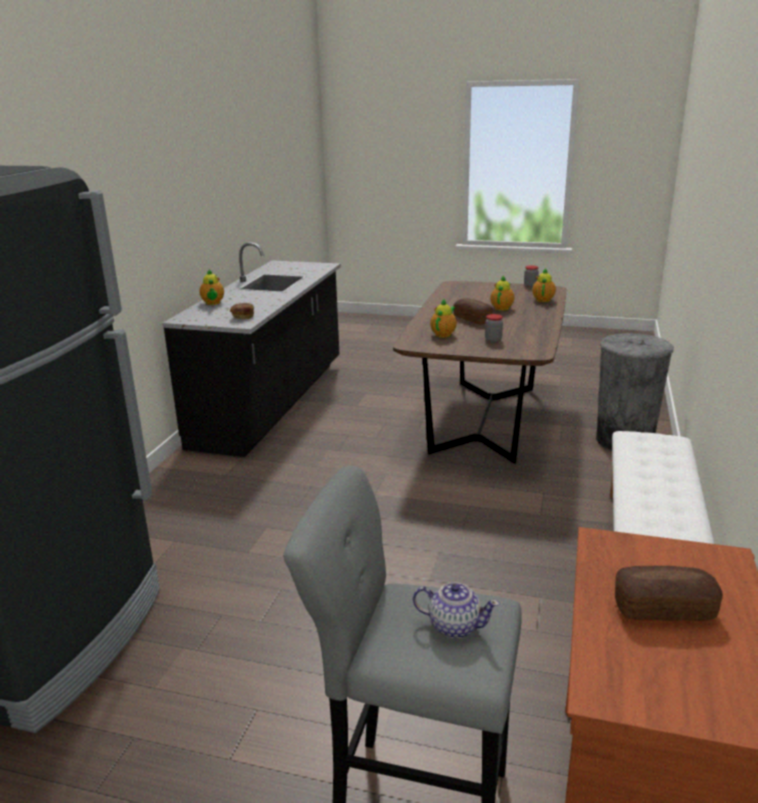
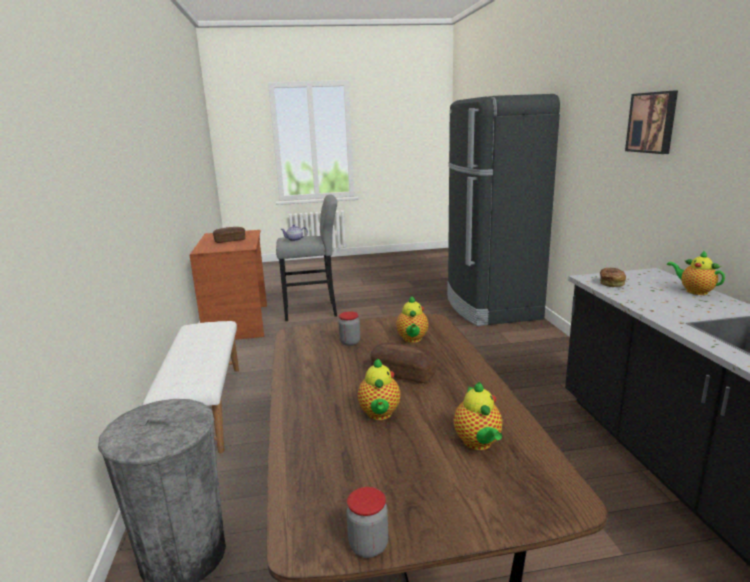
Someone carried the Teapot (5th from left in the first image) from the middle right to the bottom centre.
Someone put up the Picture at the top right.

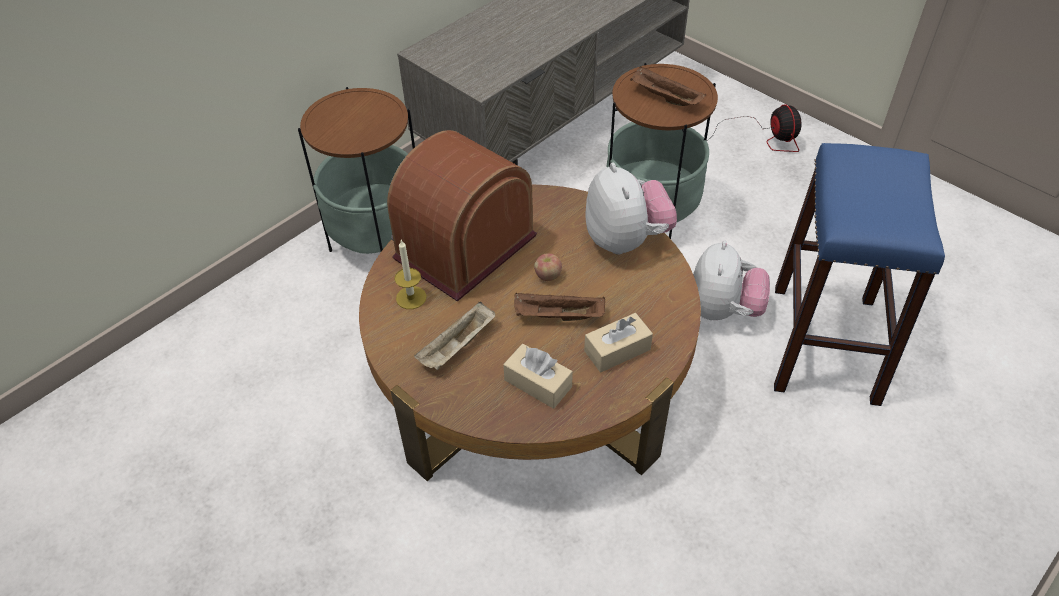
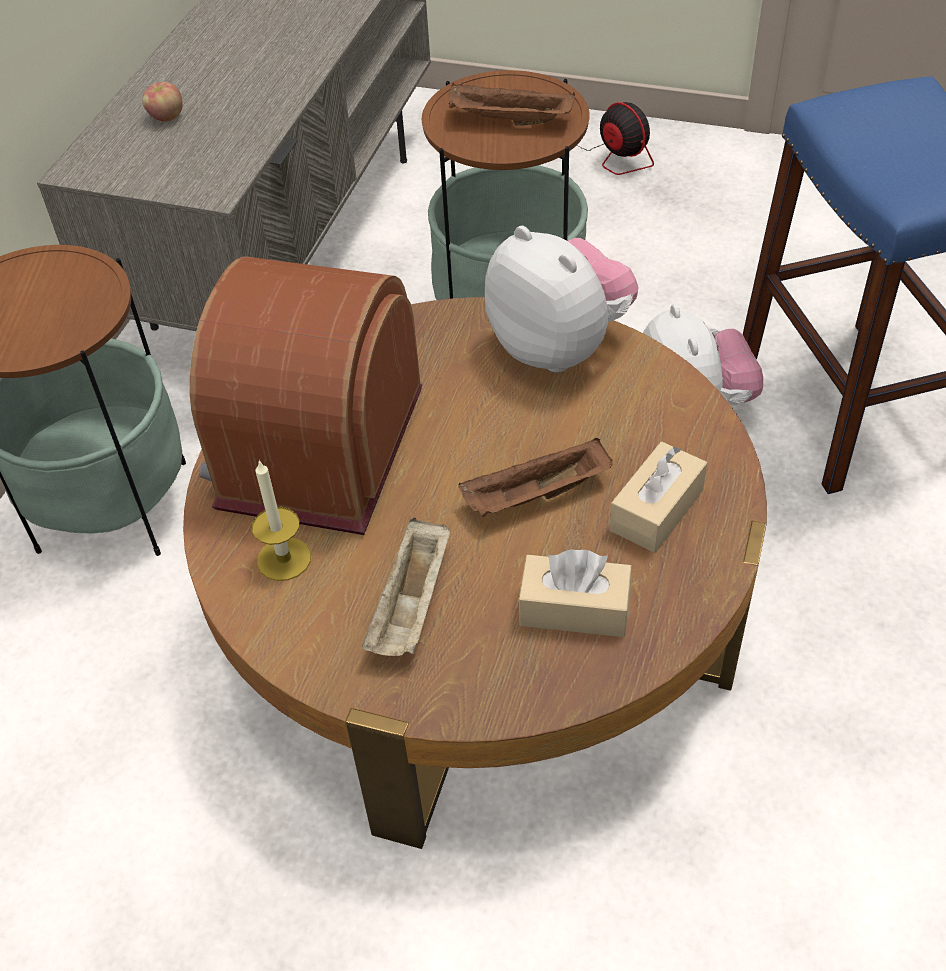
Someone carried the Apple from the centre to the top left.

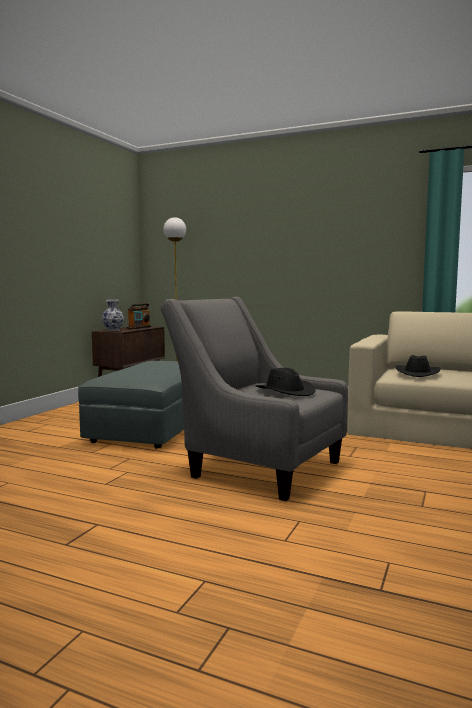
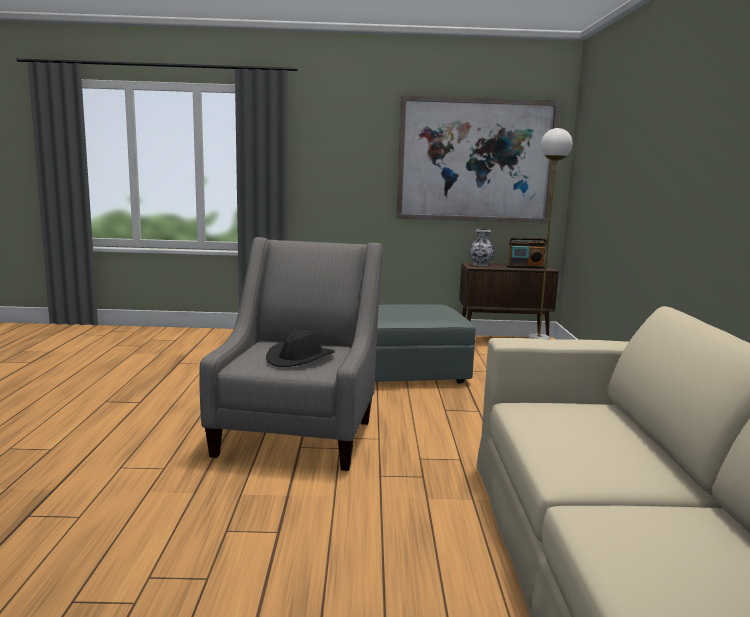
Someone took away the BlackHat (2nd from left) at the middle right.
Someone put up the Picture at the top centre.

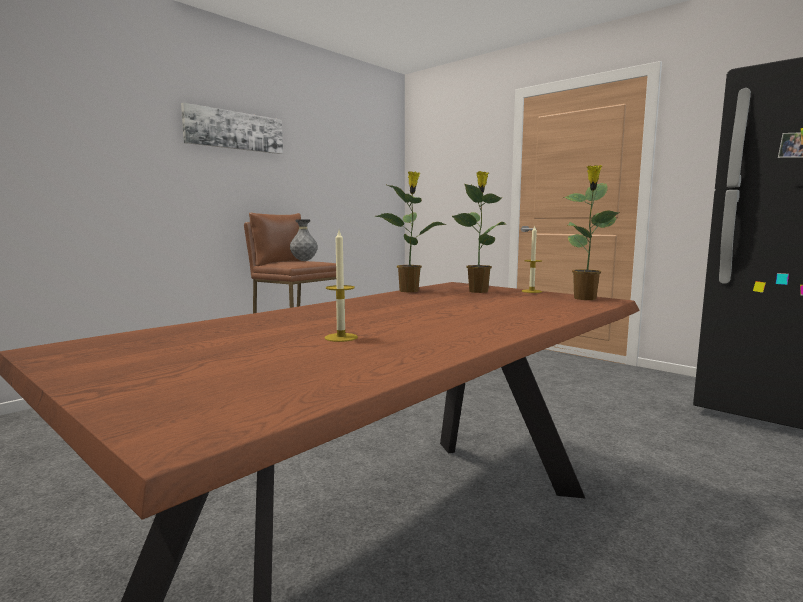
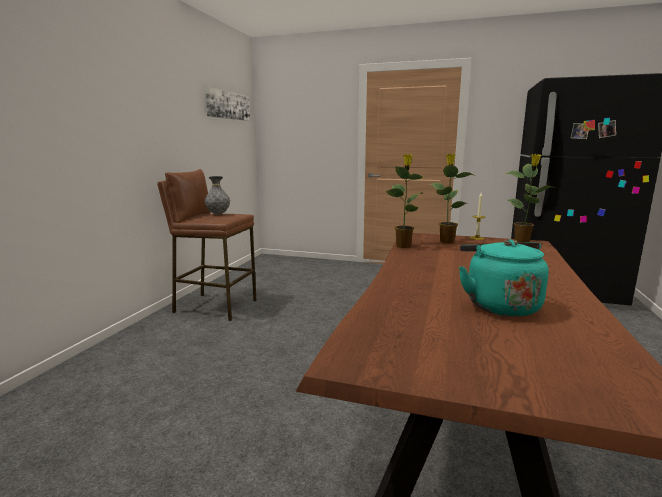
Someone carried the Picture from the top left to the top centre.
Someone swapped the Candle (1st from left) at the centre for the TurquoiseKettle at the middle right.

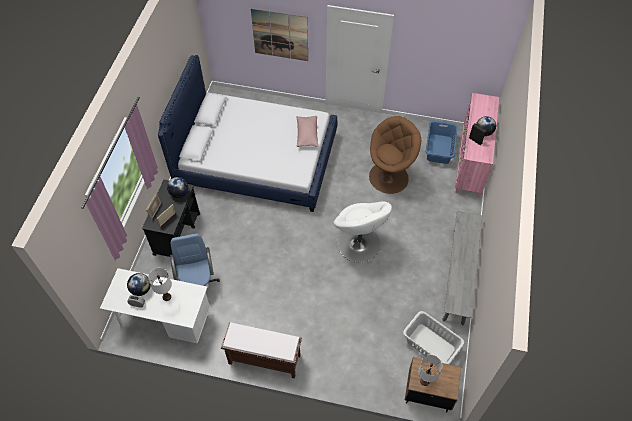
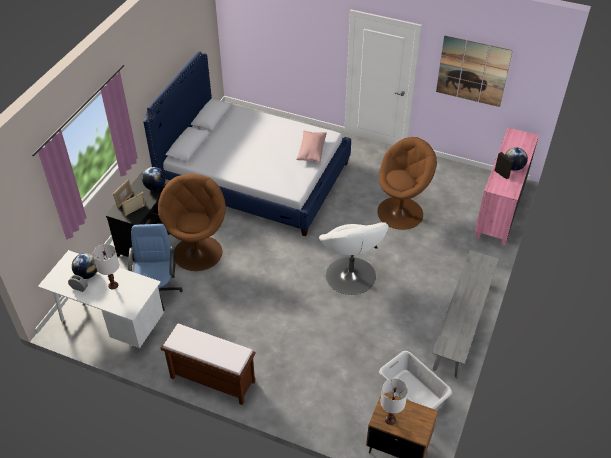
Someone carried the Picture from the top centre to the top right.
Someone took away the BlueLaundryBasket at the middle right.
Someone put down the BrownArmchair (1st from left) at the middle left.

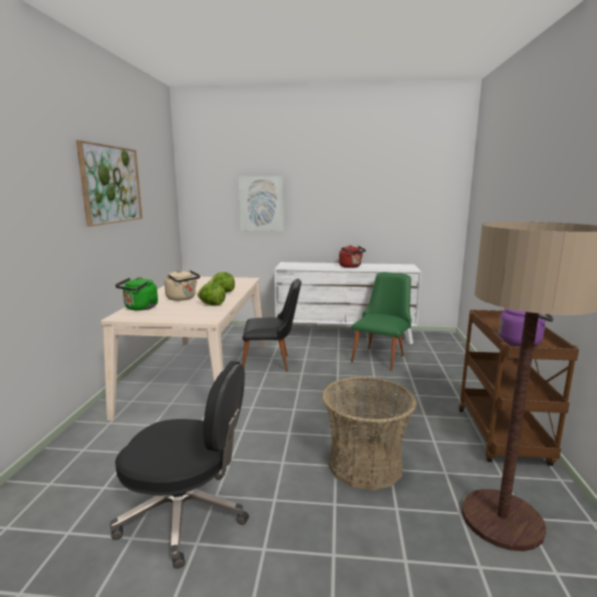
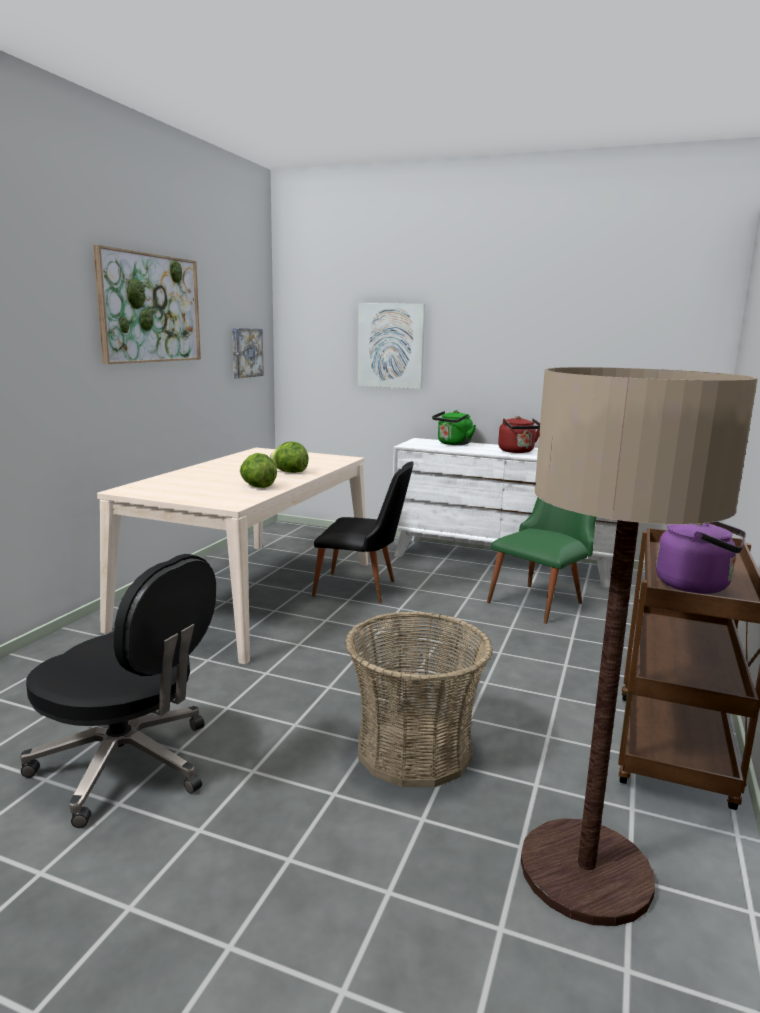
Someone carried the GreenKettle from the middle left to the centre.
Someone took away the BeigeKettle at the middle left.
Someone put up the Picture (2nd from left) at the middle left.

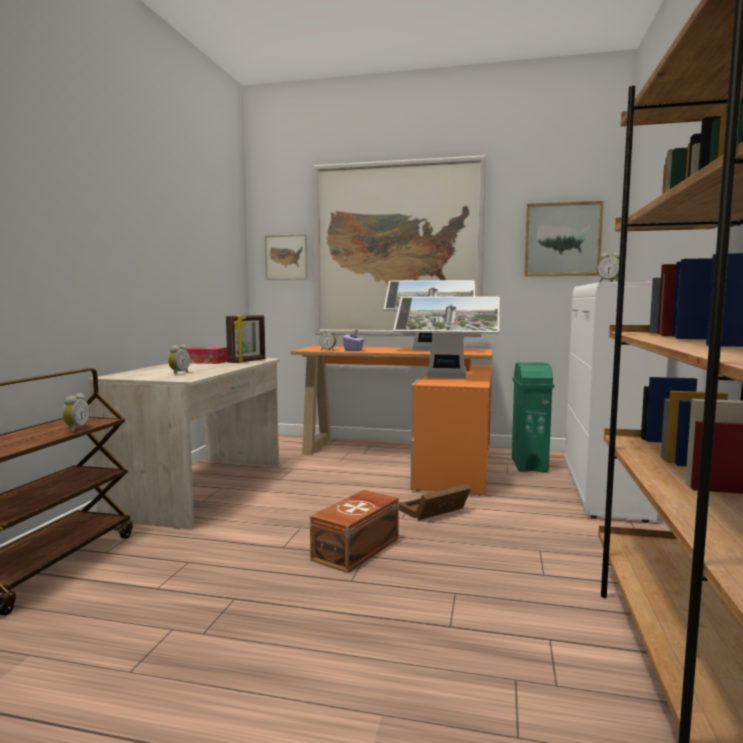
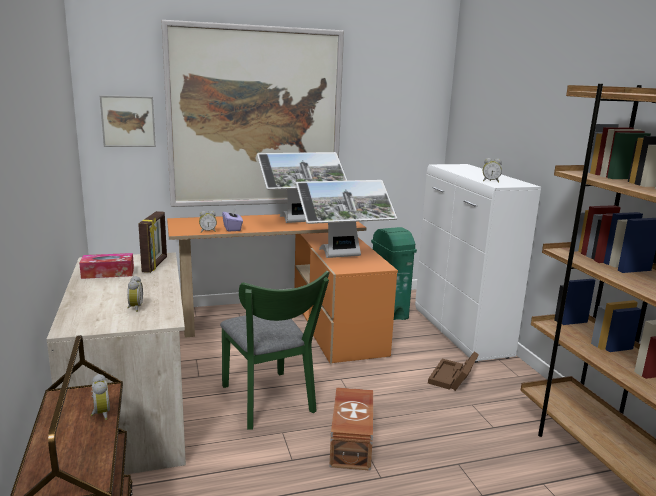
Someone carried the BrownStorageBox (2nd from left) from the bottom centre to the bottom right.
Someone took away the Picture (3rd from left) at the top right.
Someone put down the GreenChair at the bottom centre.

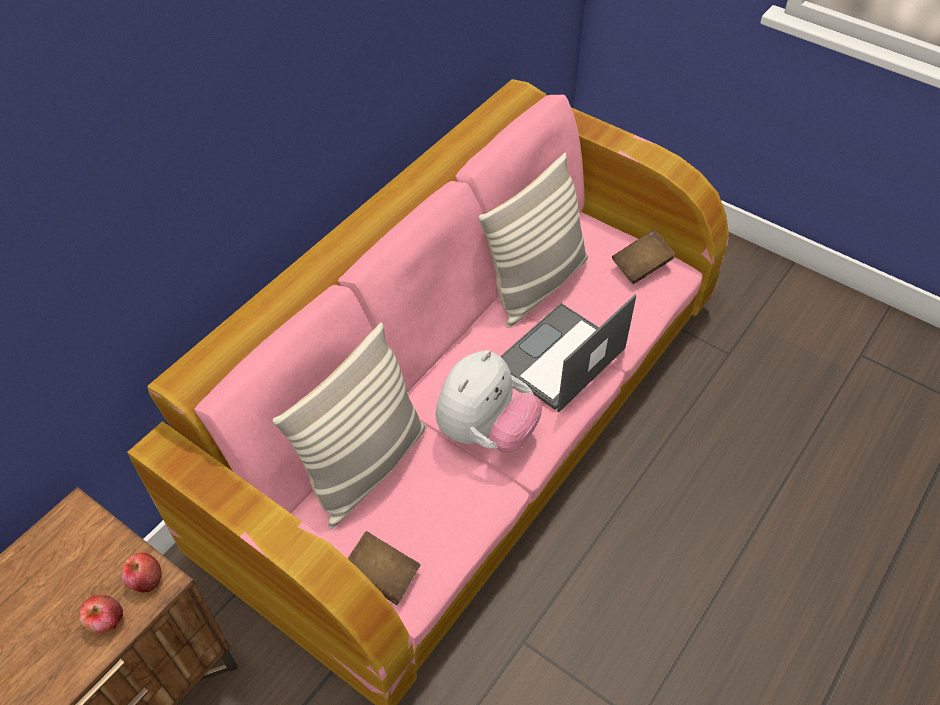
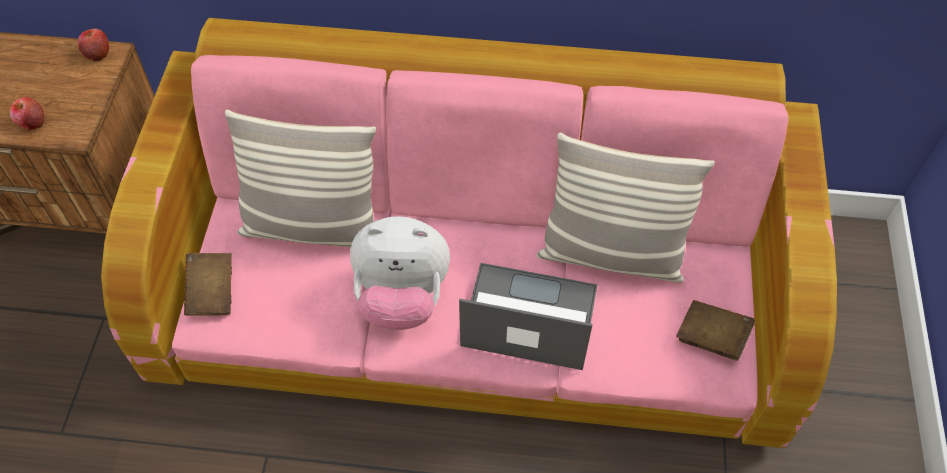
Someone carried the Apple (2nd from left) from the bottom left to the top left.

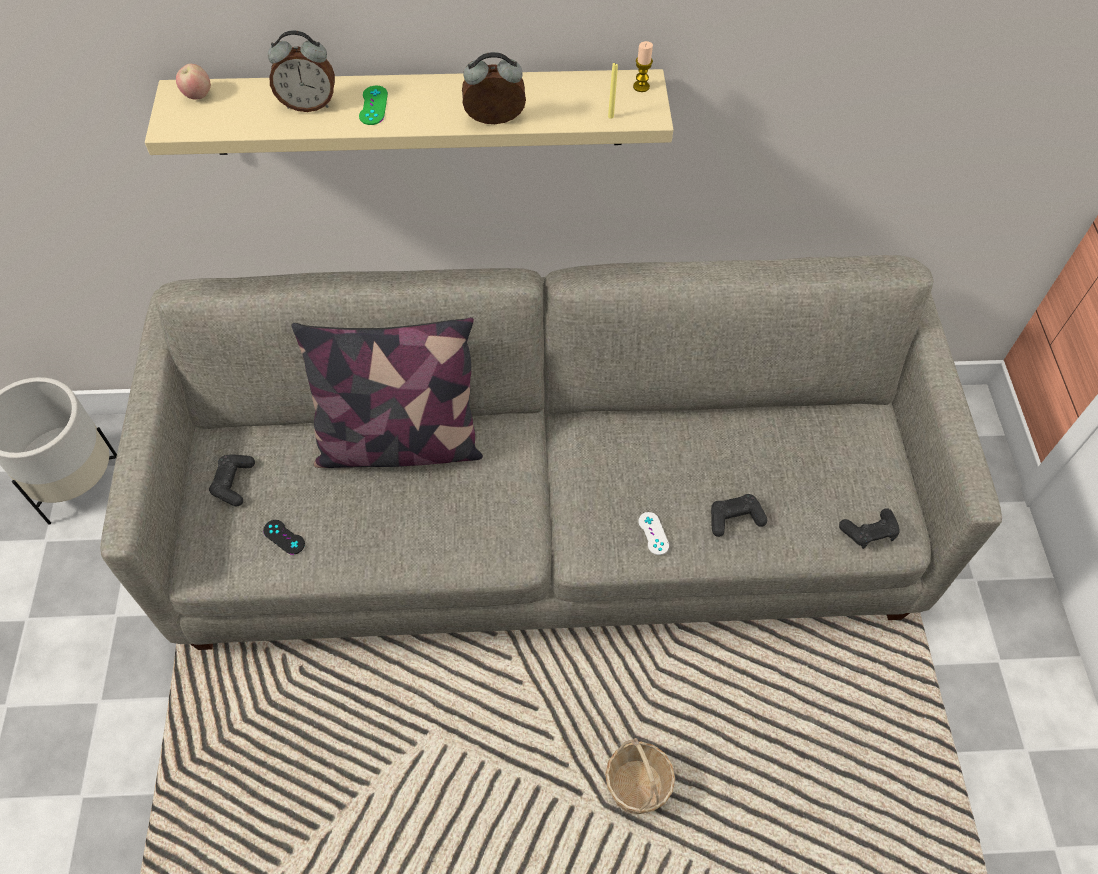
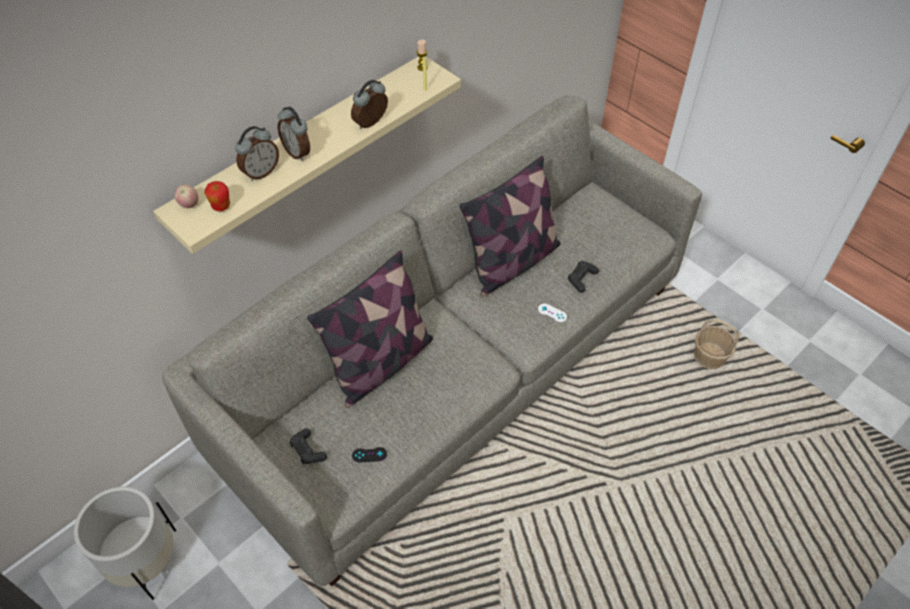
Someone swapped the GreenGameController at the top centre for the AlarmClock (2nd from left) at the top left.
Someone carried the Basket from the bottom centre to the middle right.
Someone took away the BlackGameController (4th from left) at the middle right.
Someone put down the Apple (2nd from left) at the top left.
Someone put down the Pillow (2nd from left) at the centre.

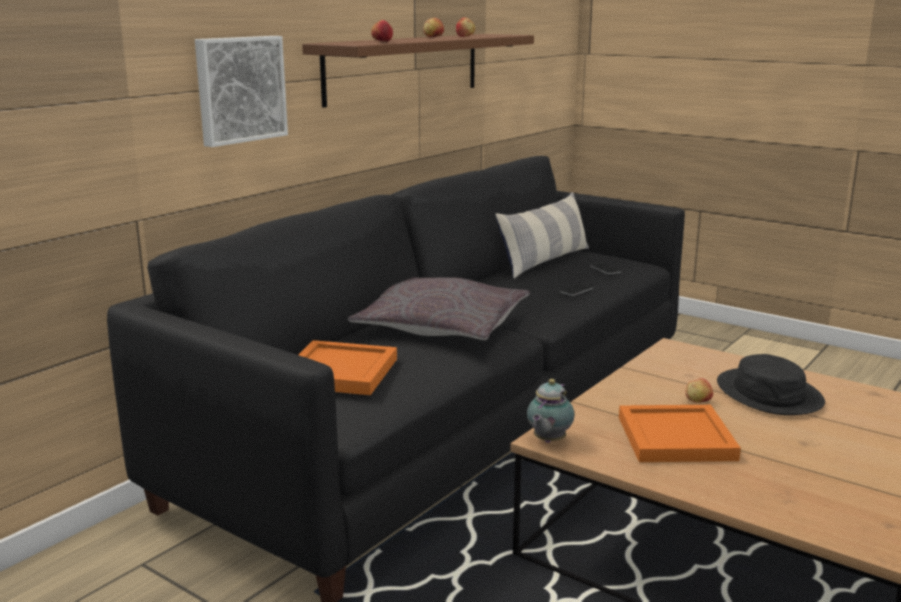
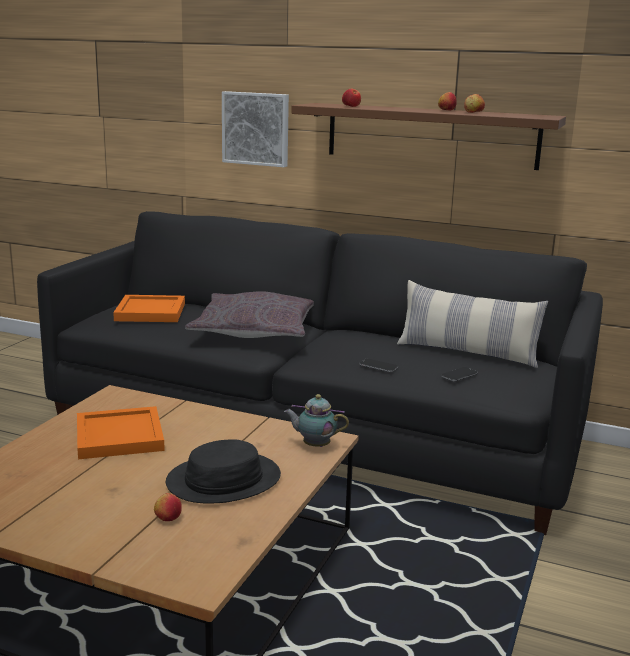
Someone carried the Teapot from the bottom centre to the centre.
Someone carried the Apple (4th from left in the first image) from the middle right to the bottom left.

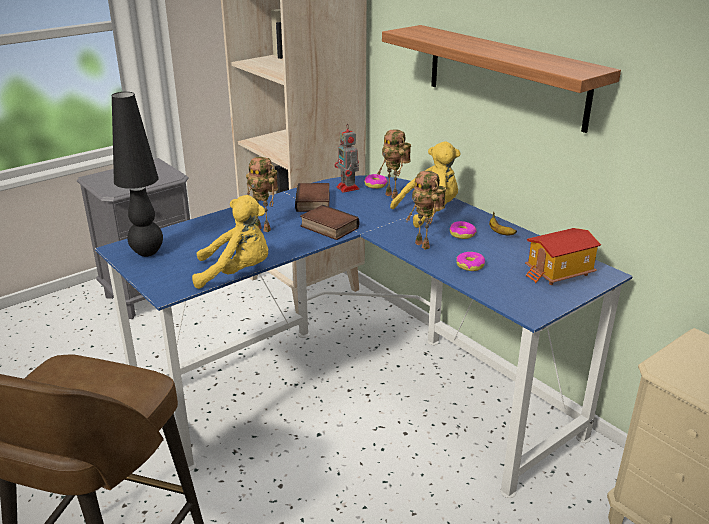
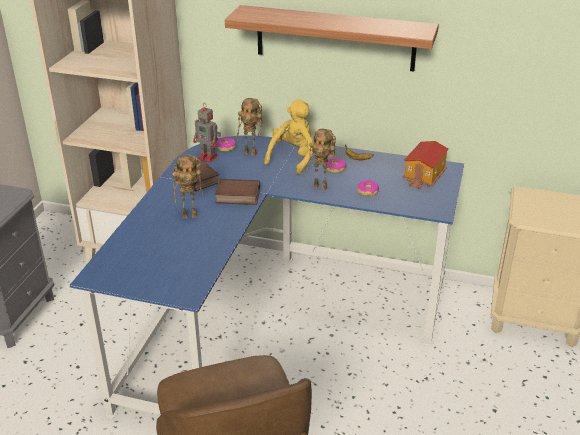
Someone took away the BlackTableLamp at the top left.
Someone took away the YellowPlushToy (1st from left) at the middle left.

